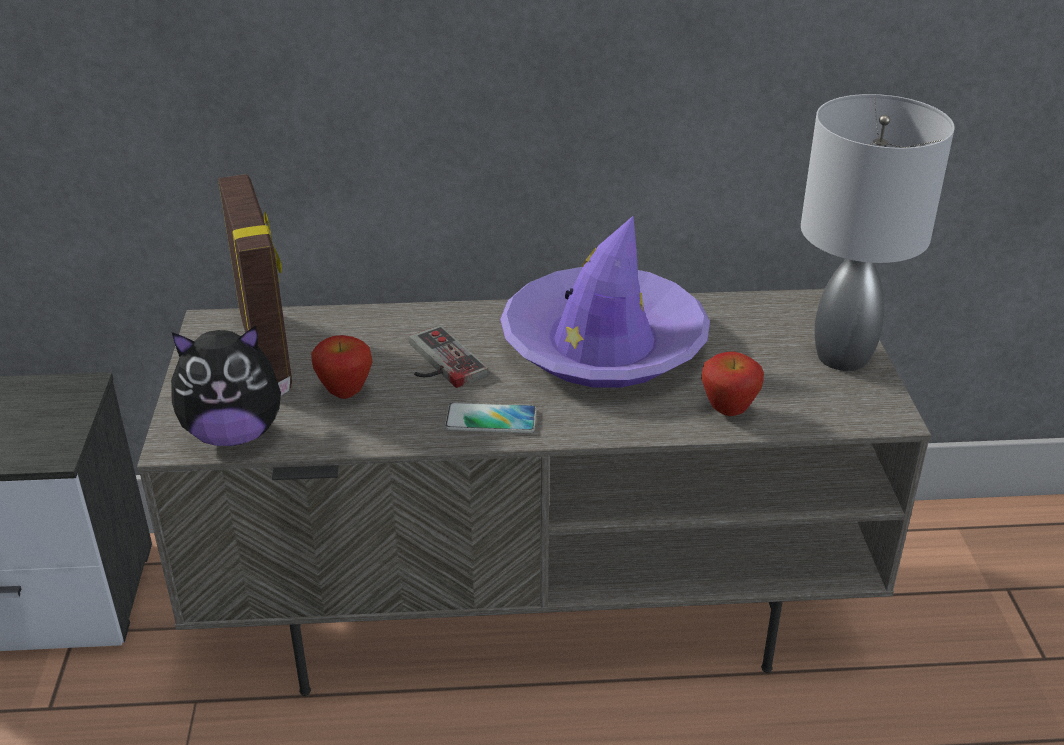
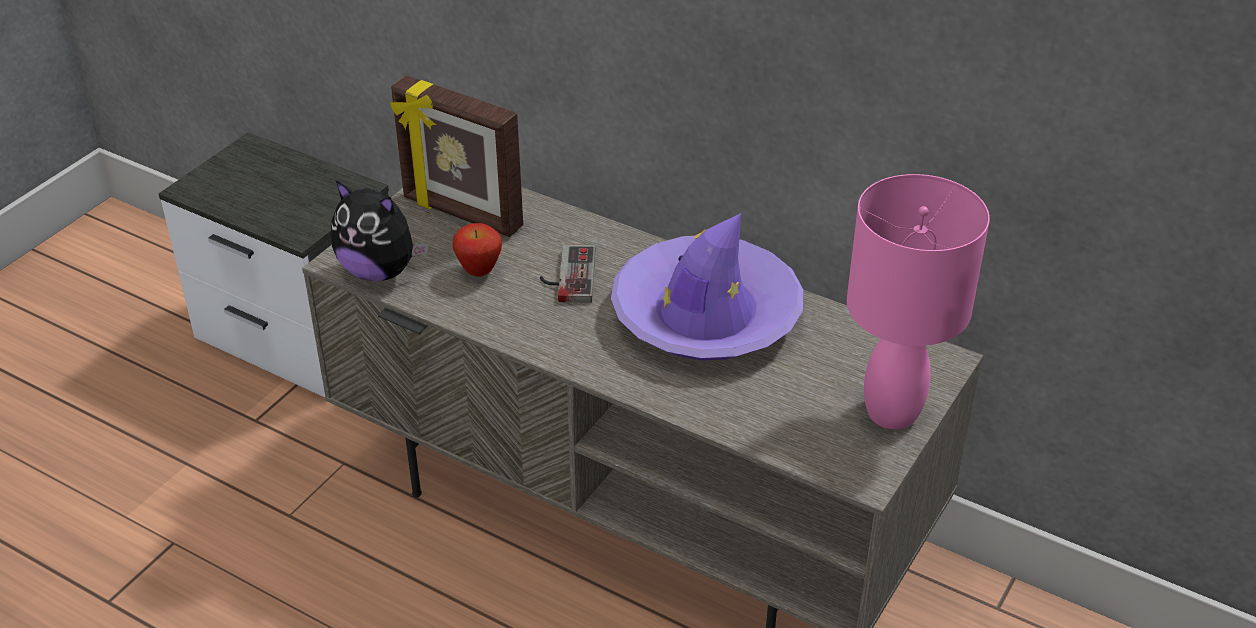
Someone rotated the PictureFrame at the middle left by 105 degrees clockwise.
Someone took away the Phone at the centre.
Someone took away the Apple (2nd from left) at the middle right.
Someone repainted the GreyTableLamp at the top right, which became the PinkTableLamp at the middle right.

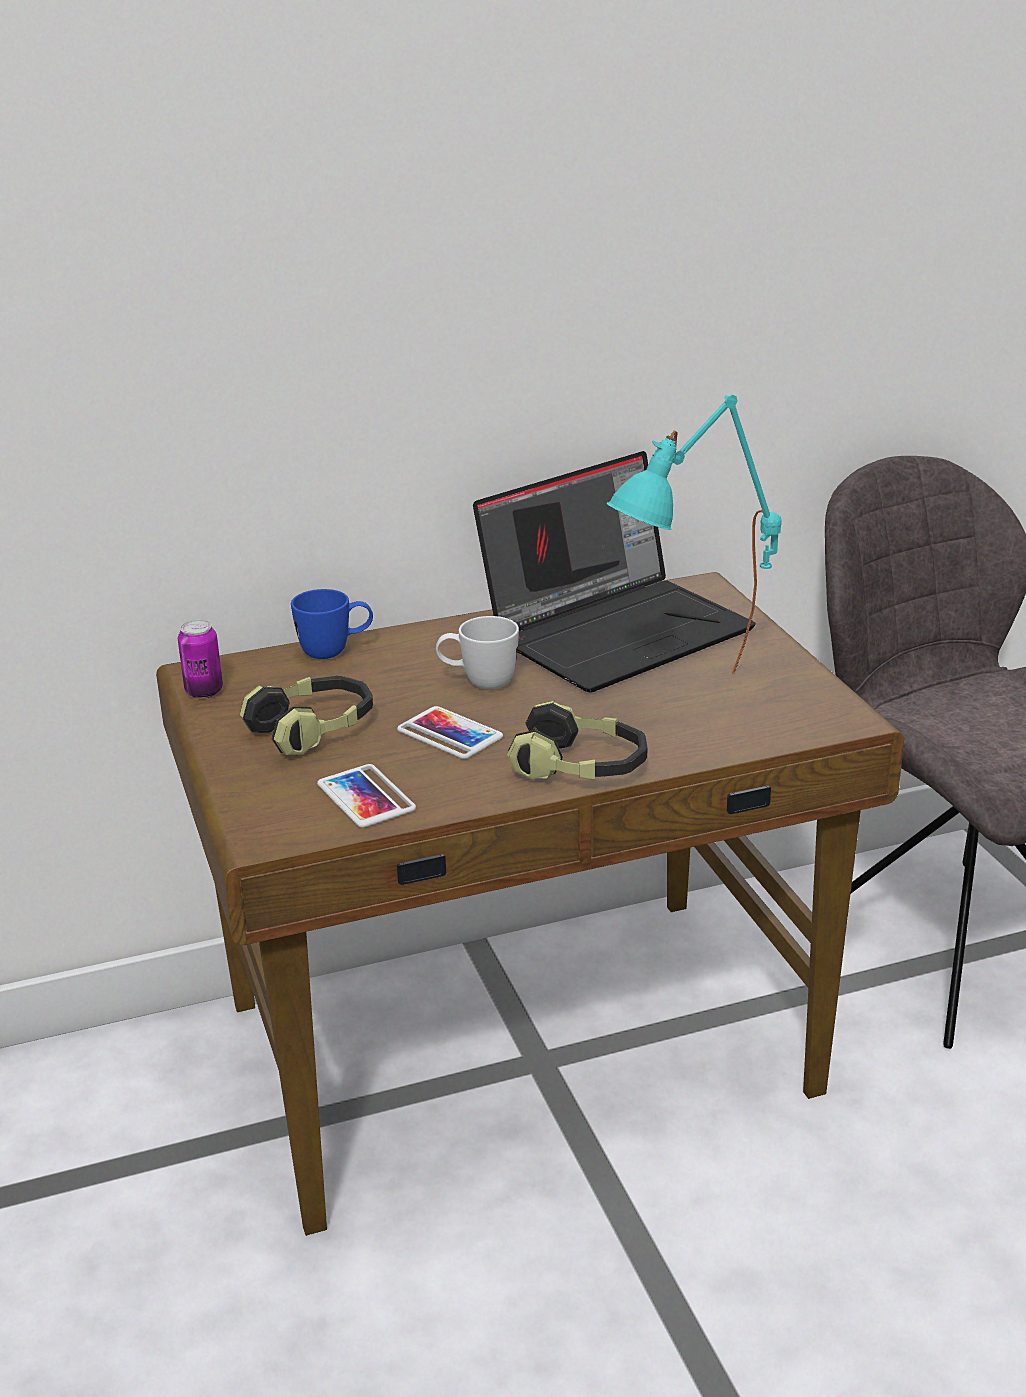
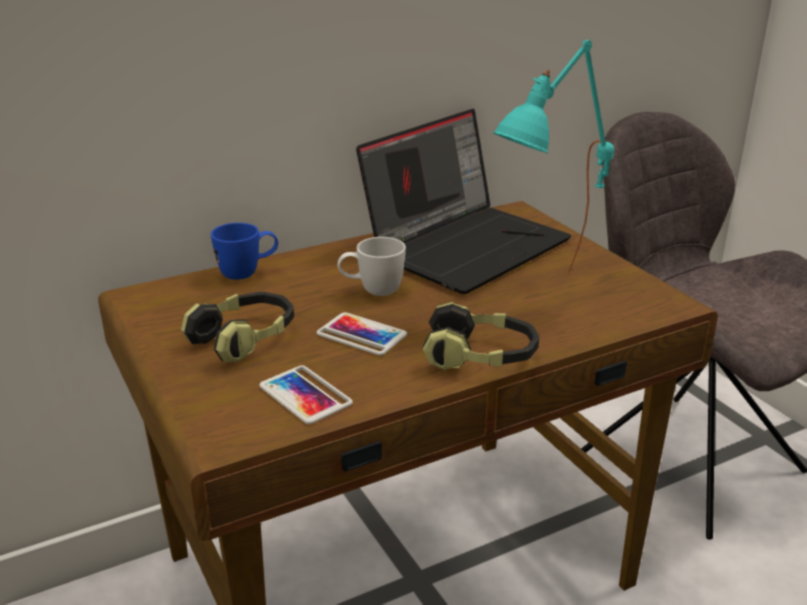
Someone took away the Can at the middle left.

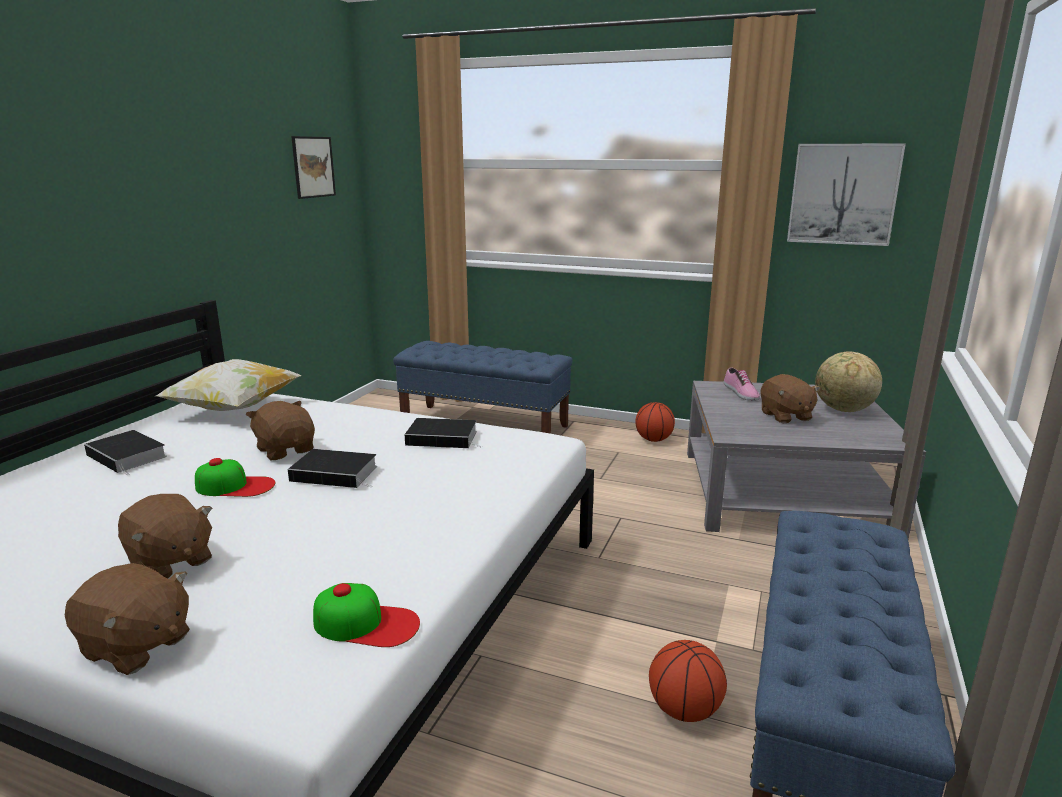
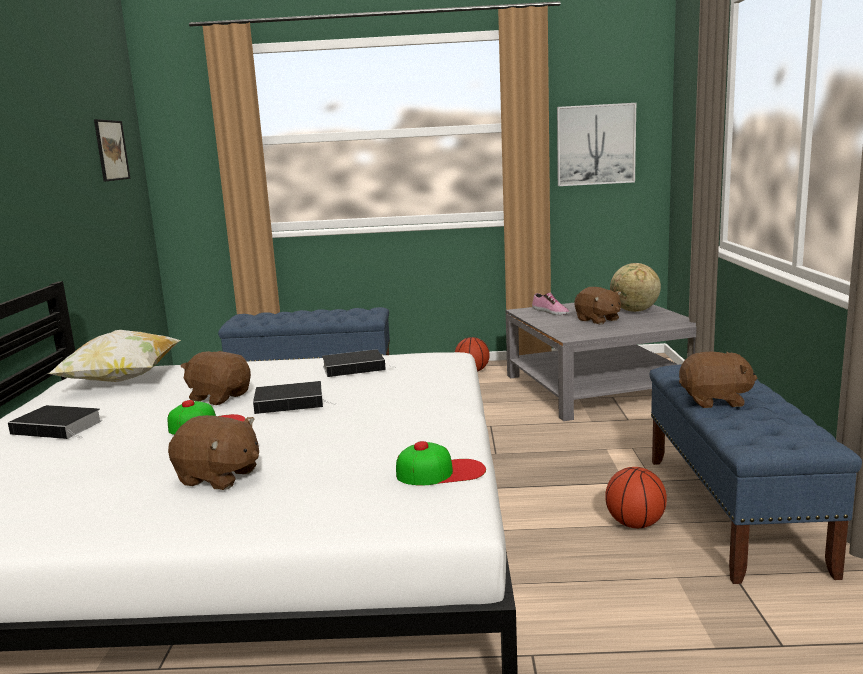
Someone carried the BrownPlushToy (1st from left in the first image) from the bottom left to the middle right.

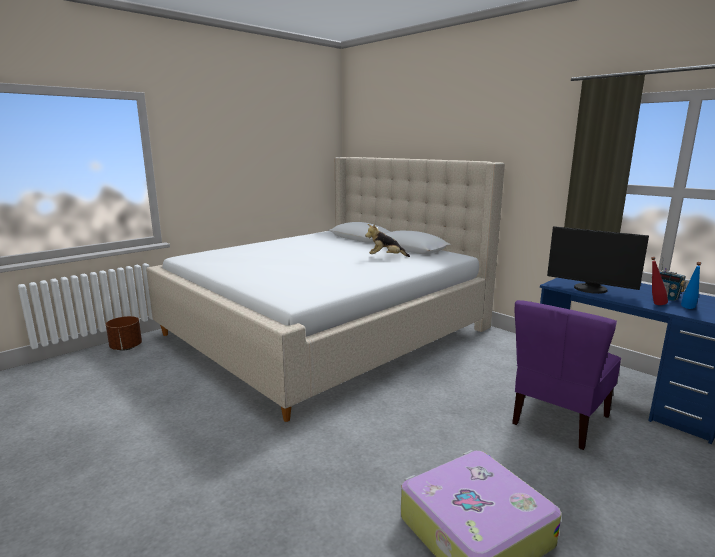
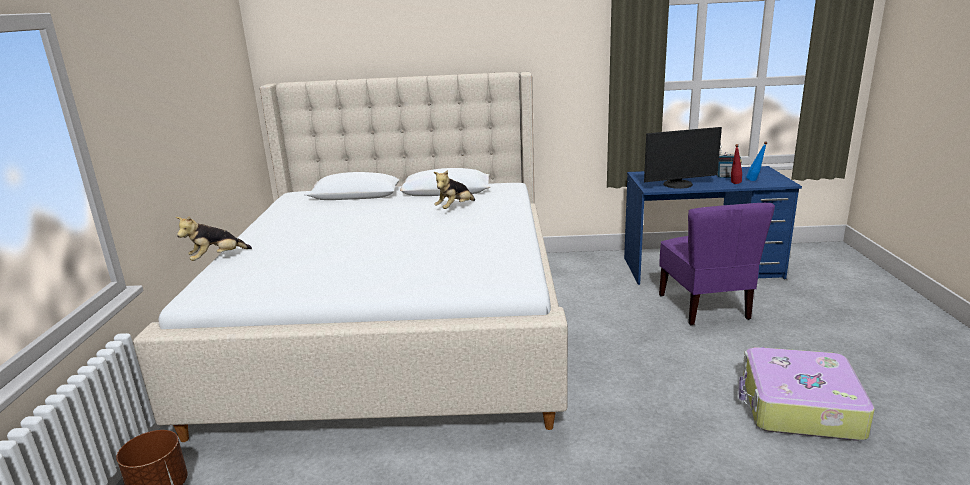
Someone put down the PlushToy (1st from left) at the middle left.

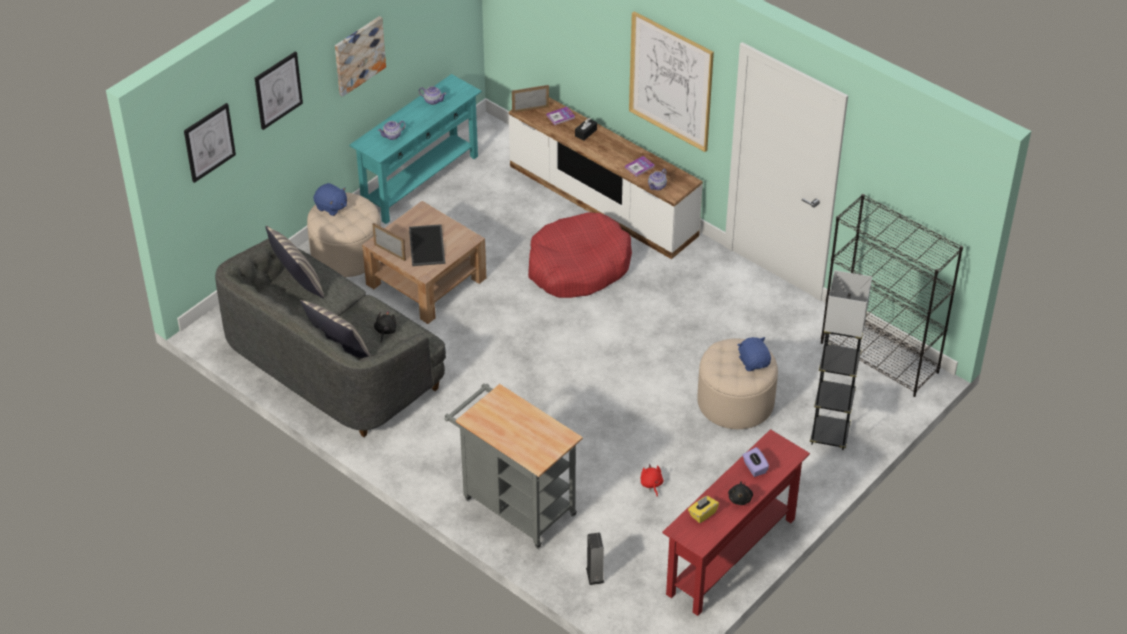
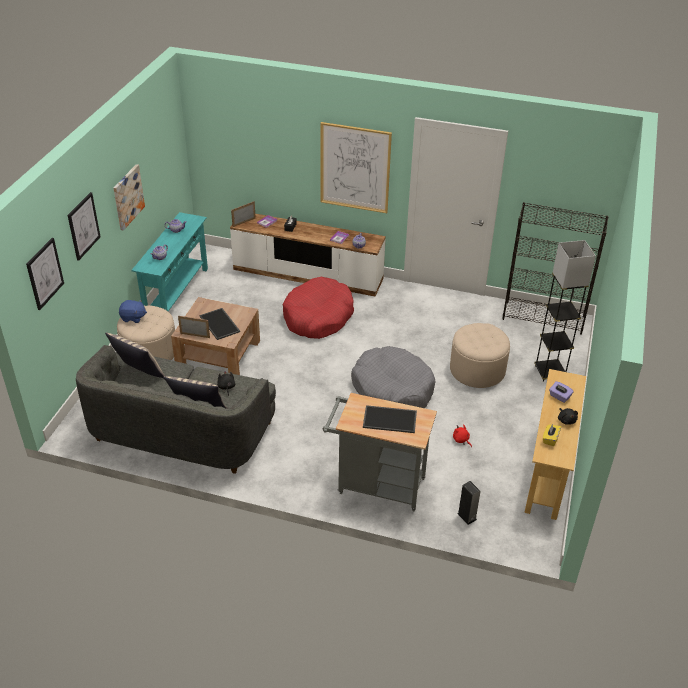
Someone repainted the RedConsoleTable at the bottom centre, which became the BeigeConsoleTable at the middle right.
Someone took away the BluePlushToy (2nd from left) at the middle right.
Someone put down the GreyDogBed at the centre.
Someone put down the Tray (2nd from left) at the centre.

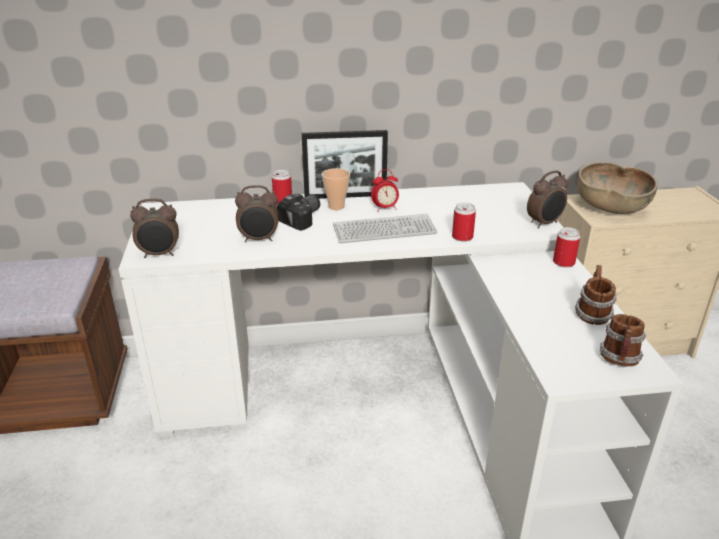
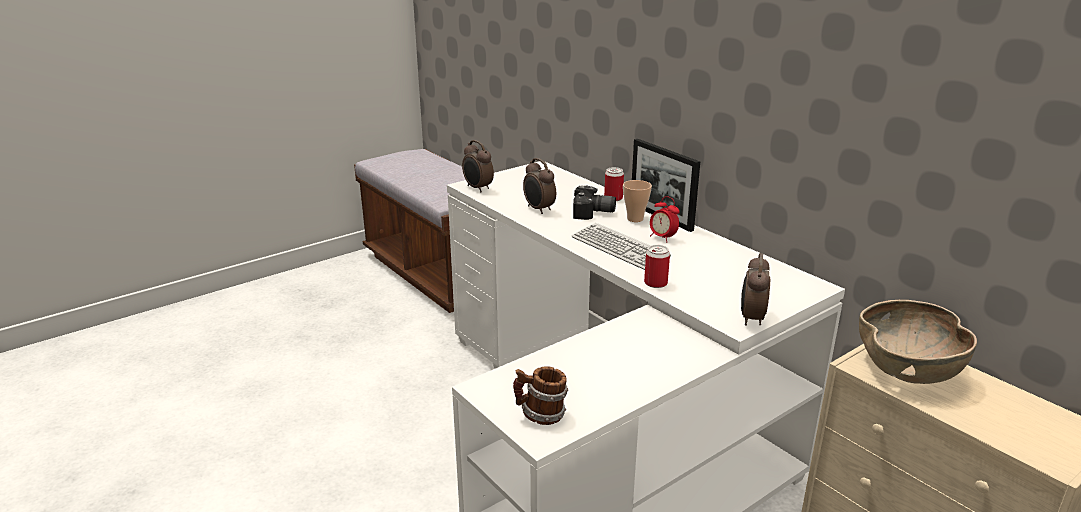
Someone rotated the AlarmClock (4th from left) at the middle right by 75 degrees clockwise.
Someone took away the Can (3rd from left) at the middle right.
Someone took away the Mug (1st from left) at the middle right.

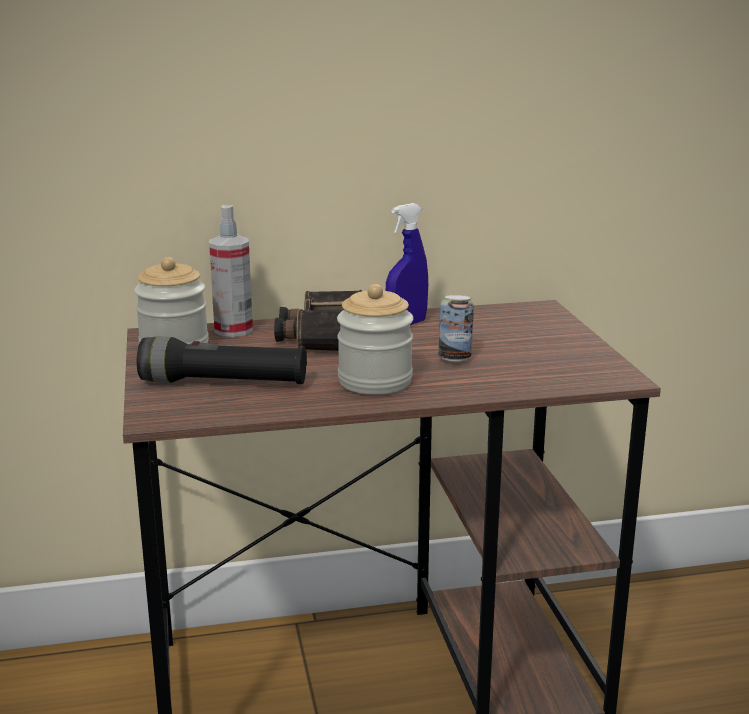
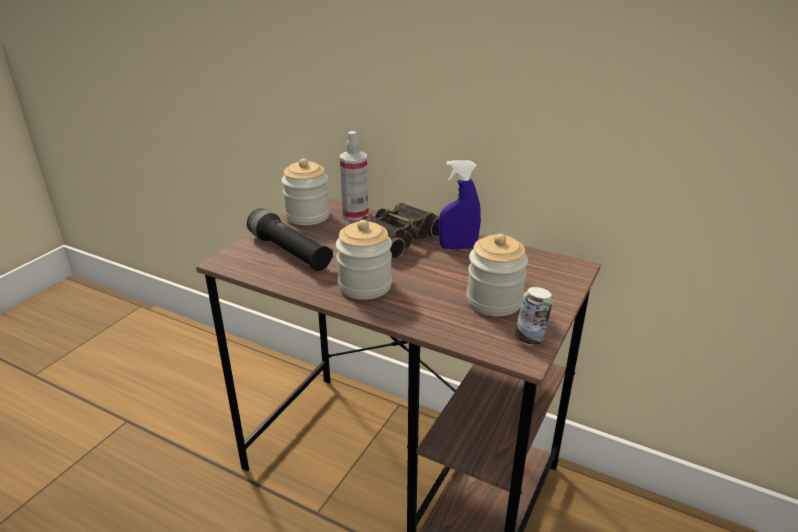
Someone carried the Can from the centre to the middle right.
Someone put down the Jar (3rd from left) at the centre.

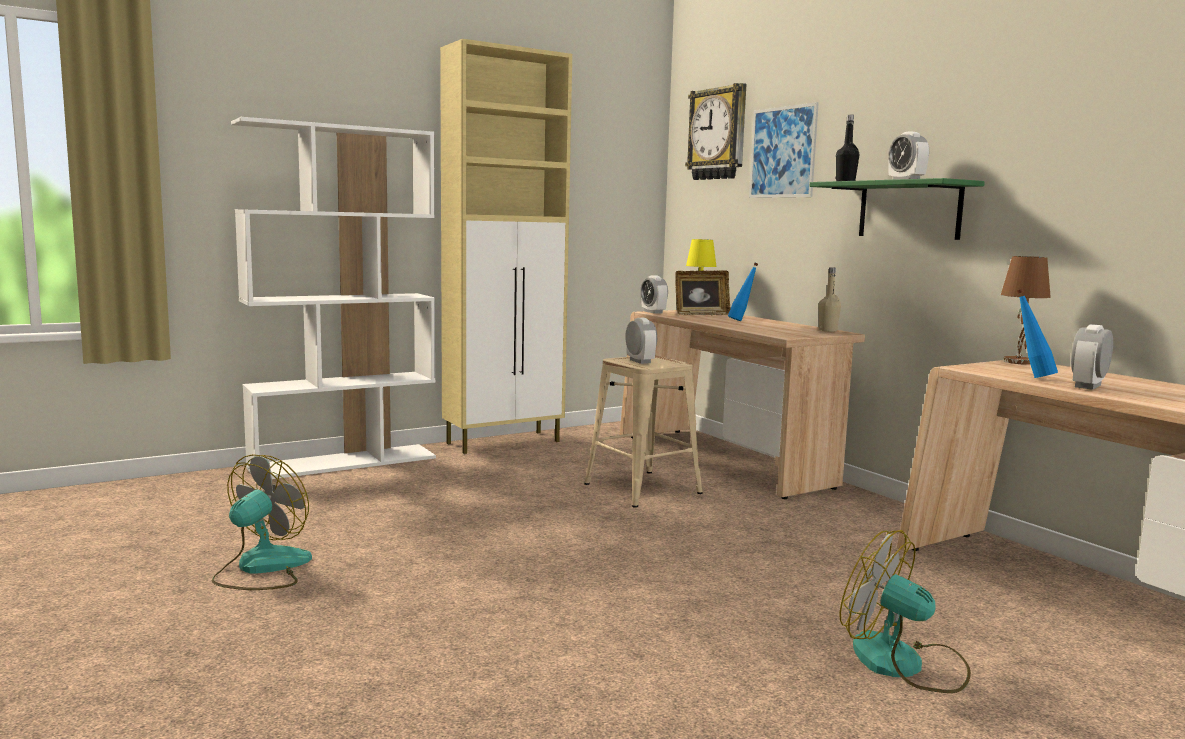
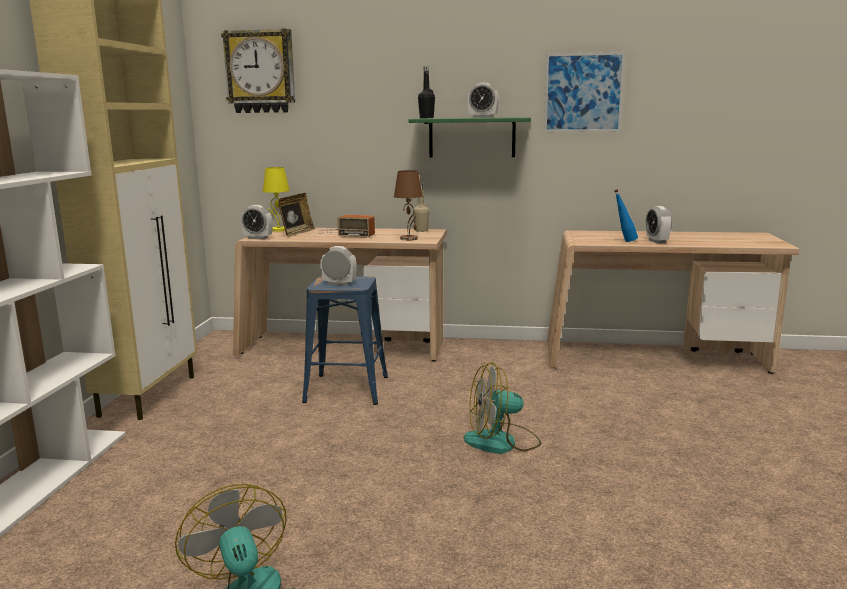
Someone repainted the BeigeStool at the centre, which became the BlueStool at the centre.
Someone swapped the BlueBottle (1st from left) at the centre for the Radio at the centre.
Someone carried the Picture from the top centre to the top right.
Someone carried the Fan (2nd from left) from the bottom right to the bottom centre.
Someone carried the BrownTableLamp from the middle right to the centre.

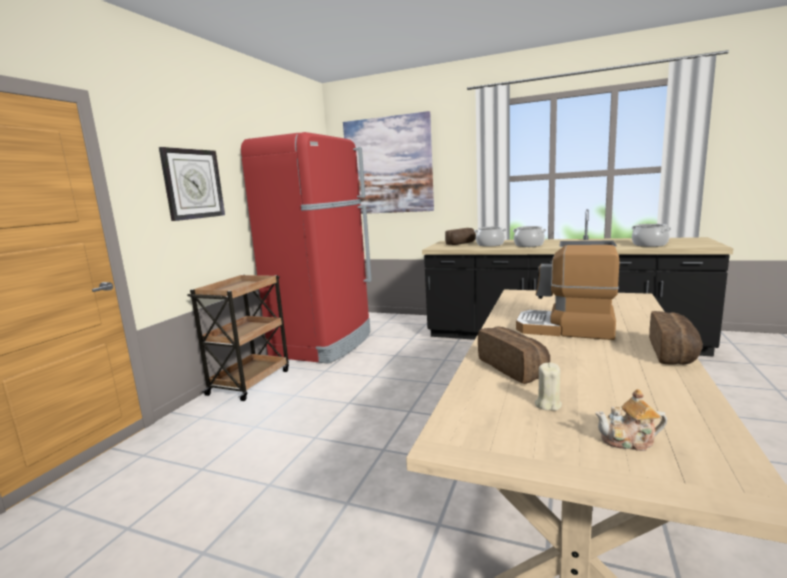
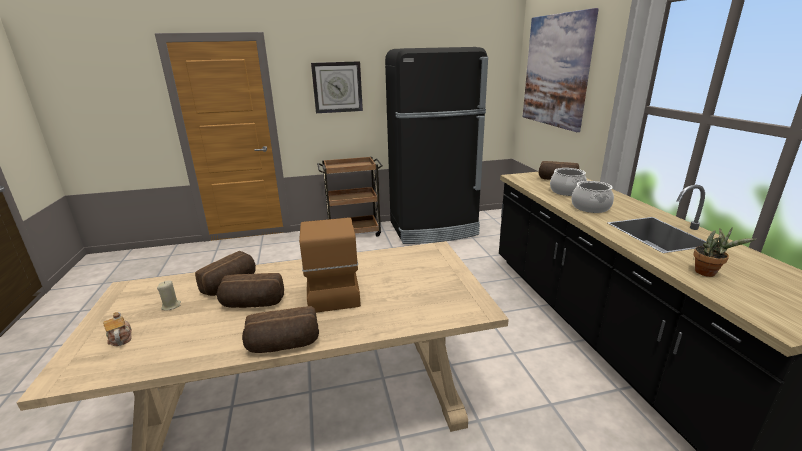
Someone repainted the RedFridge at the centre, which became the BlackFridge at the top centre.
Someone swapped the CookingPot (3rd from left) at the middle right for the PottedPlant at the middle right.
Someone put down the Bread (2nd from left) at the middle left.

